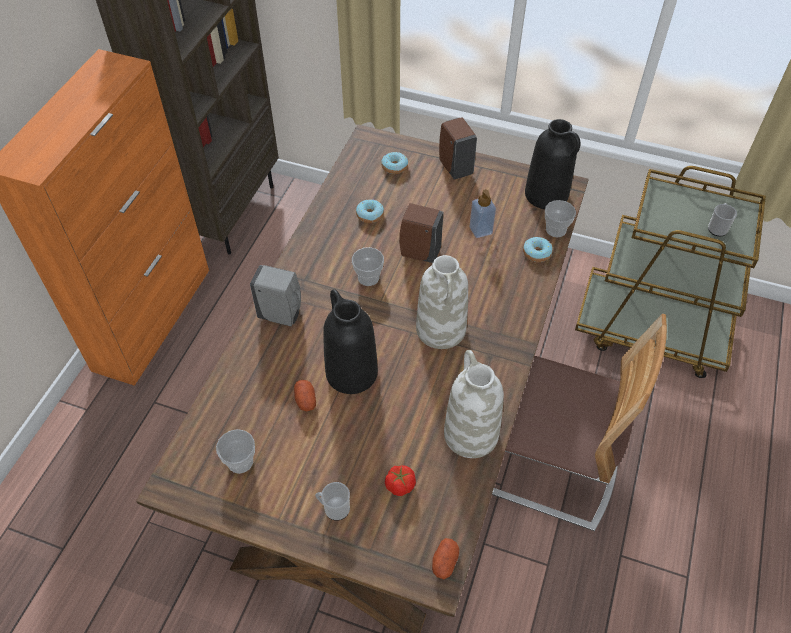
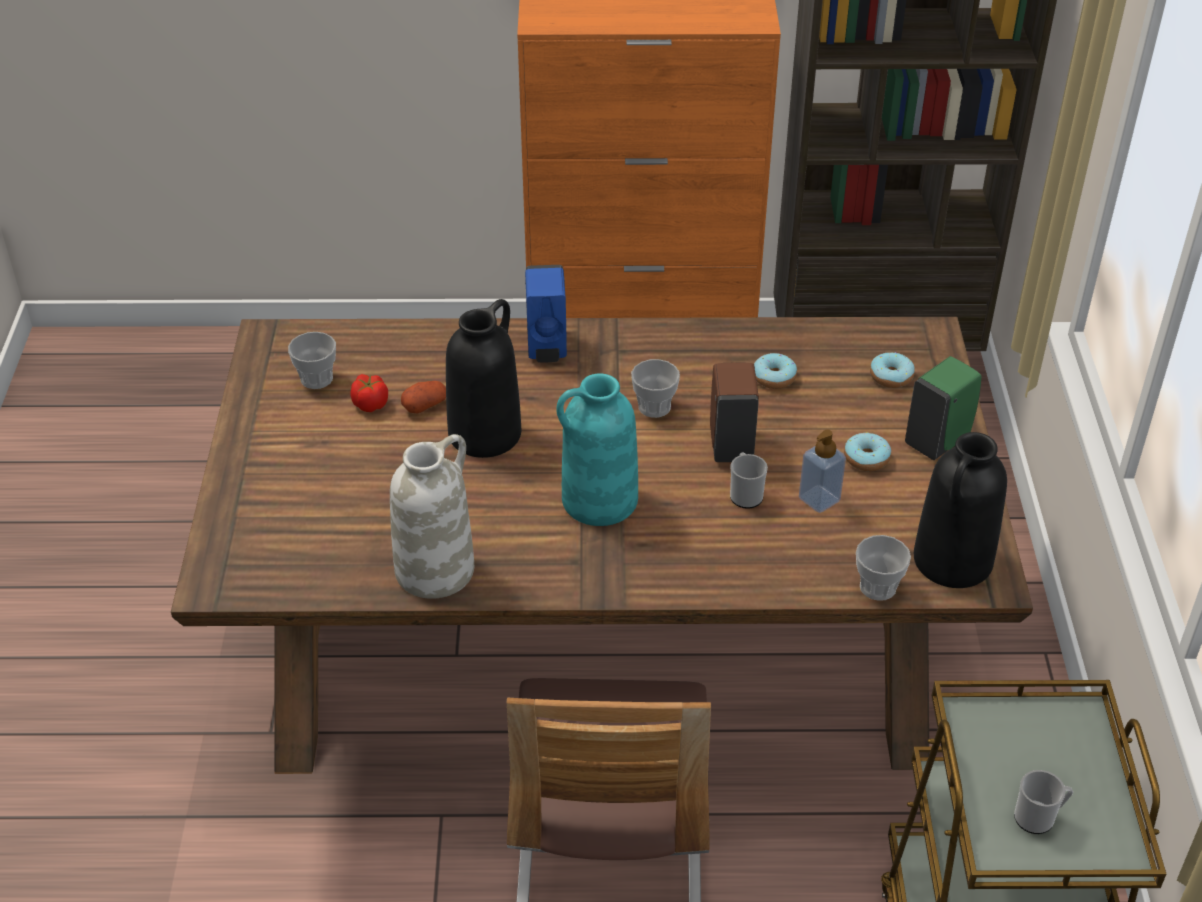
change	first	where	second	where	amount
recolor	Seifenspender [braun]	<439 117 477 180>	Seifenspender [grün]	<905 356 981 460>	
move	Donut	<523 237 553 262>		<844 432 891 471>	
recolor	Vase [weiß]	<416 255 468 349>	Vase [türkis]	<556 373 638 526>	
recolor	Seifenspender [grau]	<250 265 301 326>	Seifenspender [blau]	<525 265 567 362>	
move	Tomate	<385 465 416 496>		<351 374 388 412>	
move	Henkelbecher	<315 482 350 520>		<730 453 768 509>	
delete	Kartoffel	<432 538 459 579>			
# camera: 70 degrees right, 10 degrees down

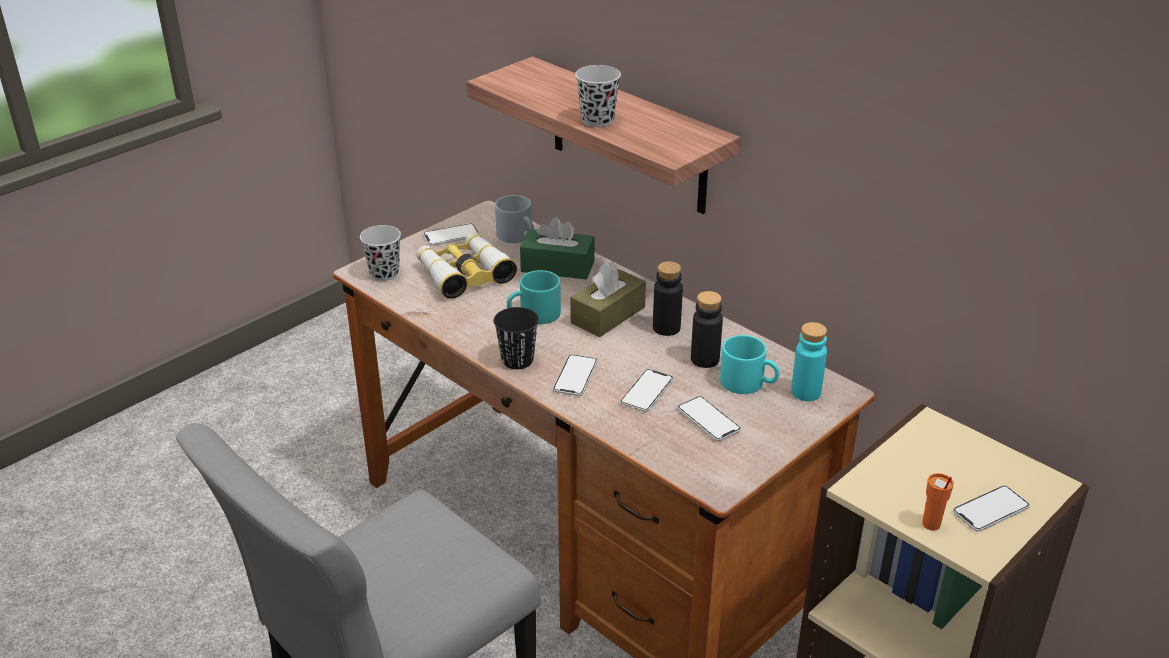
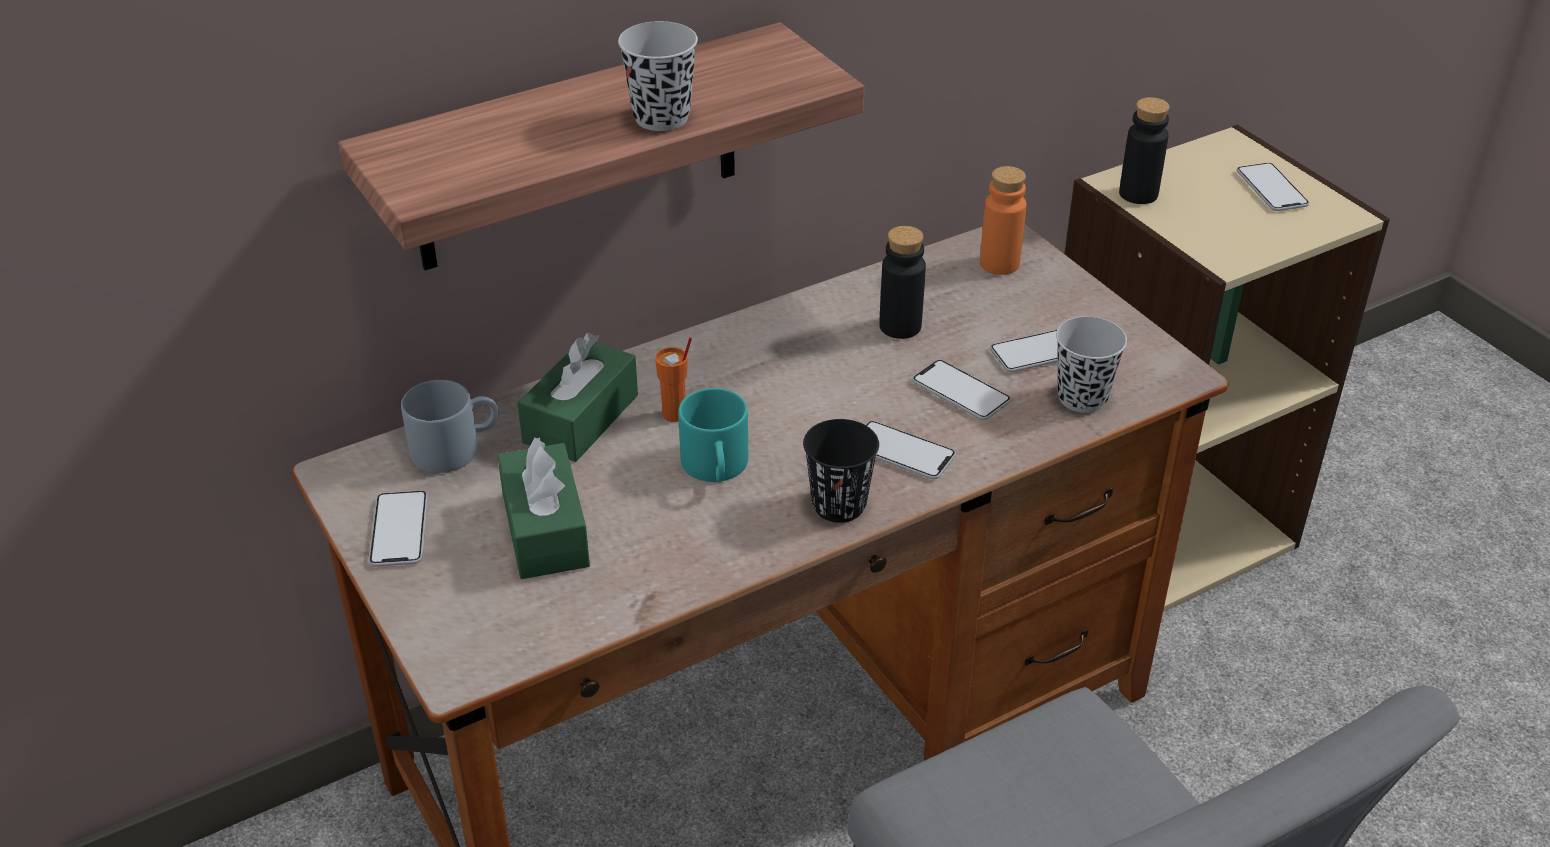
change	first	where	second	where	amount
move	Tasse [schwarz]	<360 225 401 281>		<1056 316 1127 413>	
replace	Fernglas	<417 232 517 299>	Taschentuchbox [grün]	<497 437 590 579>	
delete	Taschentuchbox [braun]	<570 261 646 337>			
move	Flasche [schwarz]	<653 261 683 336>		<1119 97 1170 204>	
recolor	Flasche [türkis]	<791 322 827 401>	Flasche [orange]	<980 166 1027 275>	
delete	Henkelbecher [türkis]	<720 335 780 394>			
move	Tasse [orange]	<922 473 954 531>		<655 337 692 422>	
# camera: 75 degrees left, 5 degrees up

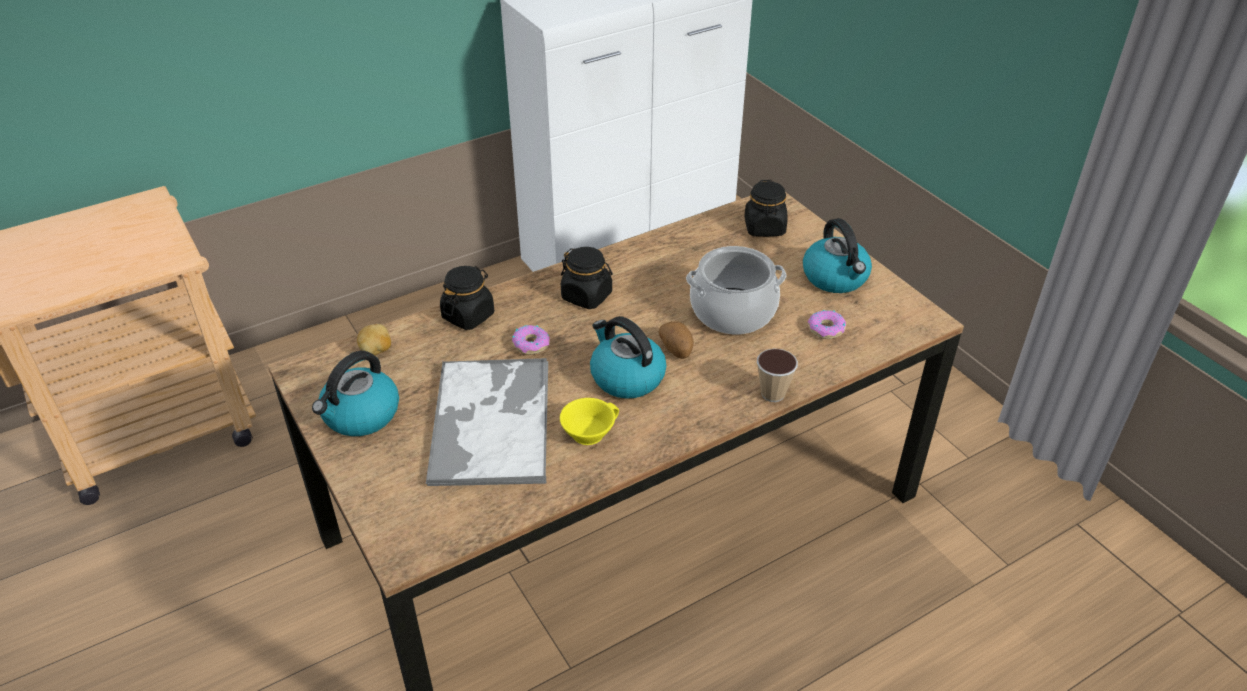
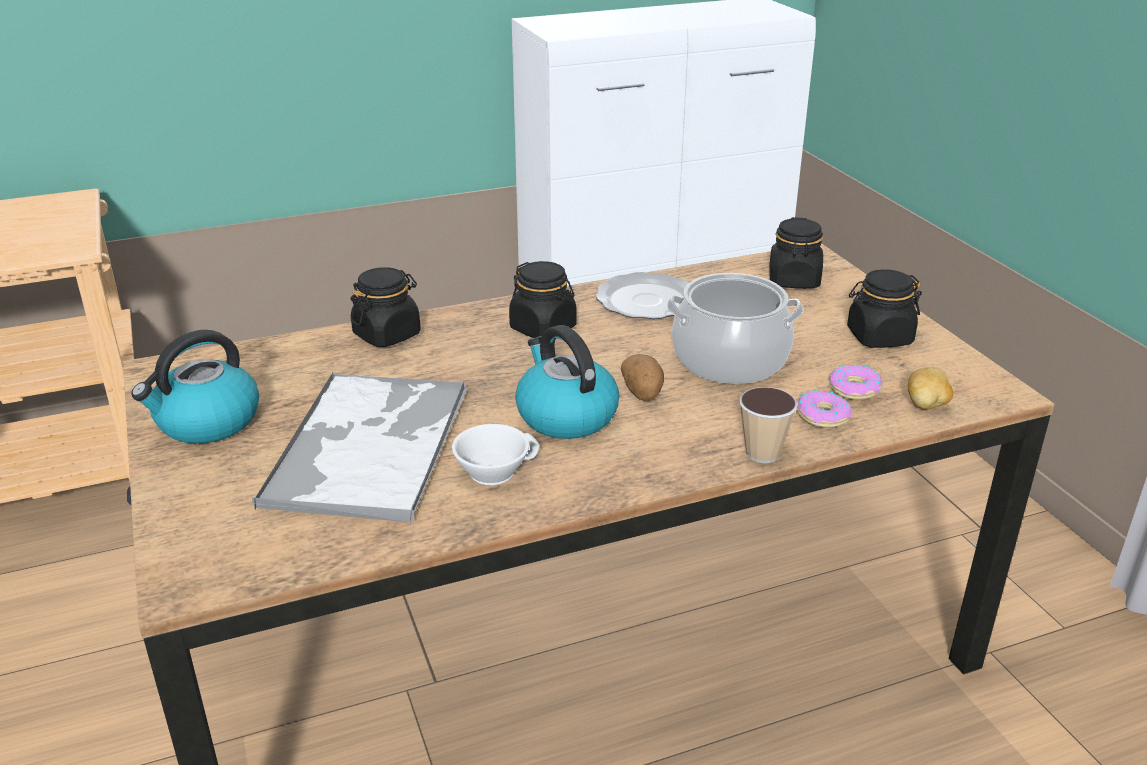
change	first	where	second	where	amount
replace	Wasserkessel	<803 218 872 293>	Vorratsglas [schwarz]	<847 269 922 348>	
move	Kartoffel	<357 324 391 355>		<908 367 953 410>	
move	Donut	<512 325 550 355>		<797 390 852 428>	
recolor	Tasse [gelb]	<560 398 619 445>	Tasse [weiß]	<452 424 539 485>	
insert			Teller	<596 272 689 319>	
# camera: 10 degrees right, 10 degrees down

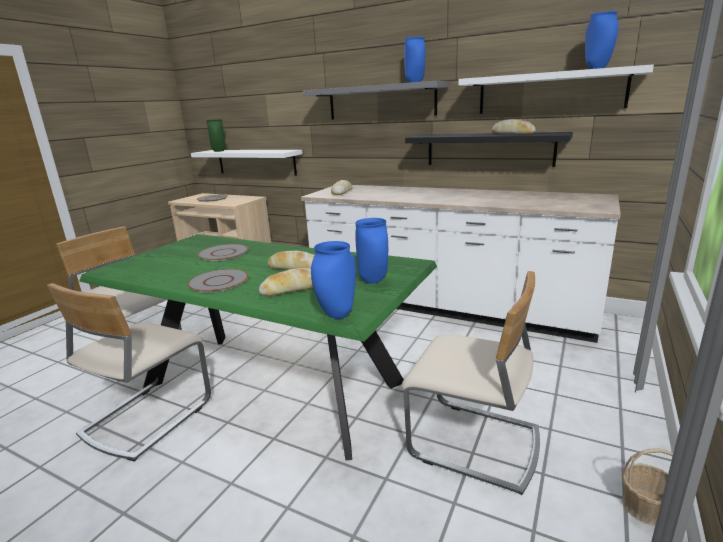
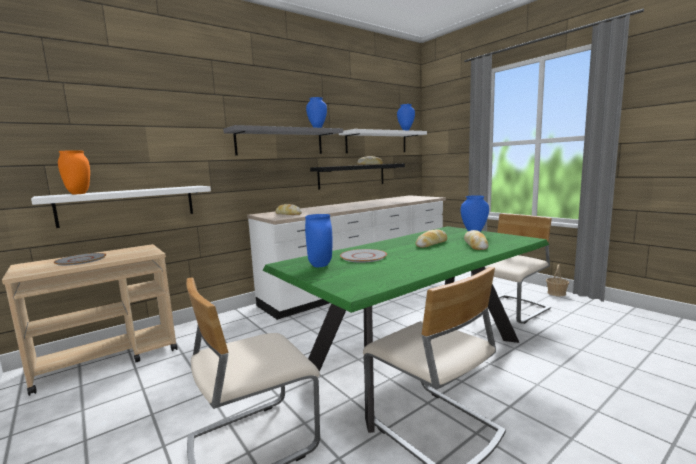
change	first	where	second	where	amount
recolor	Vase [grün]	<207 119 226 152>	Vase [orange]	<58 150 90 195>	
move	Vase [blau]	<311 241 356 319>		<305 214 332 267>	
delete	Teller [grau]	<187 269 249 293>			
# camera: 65 degrees left, 10 degrees down

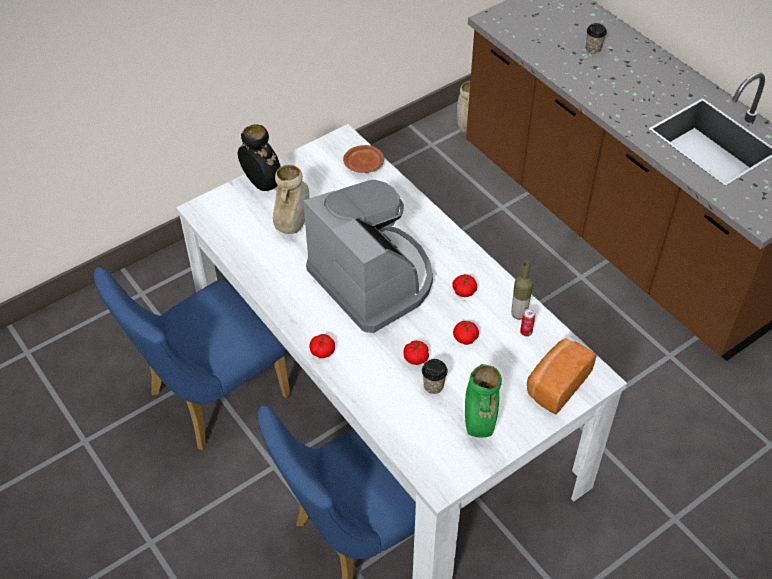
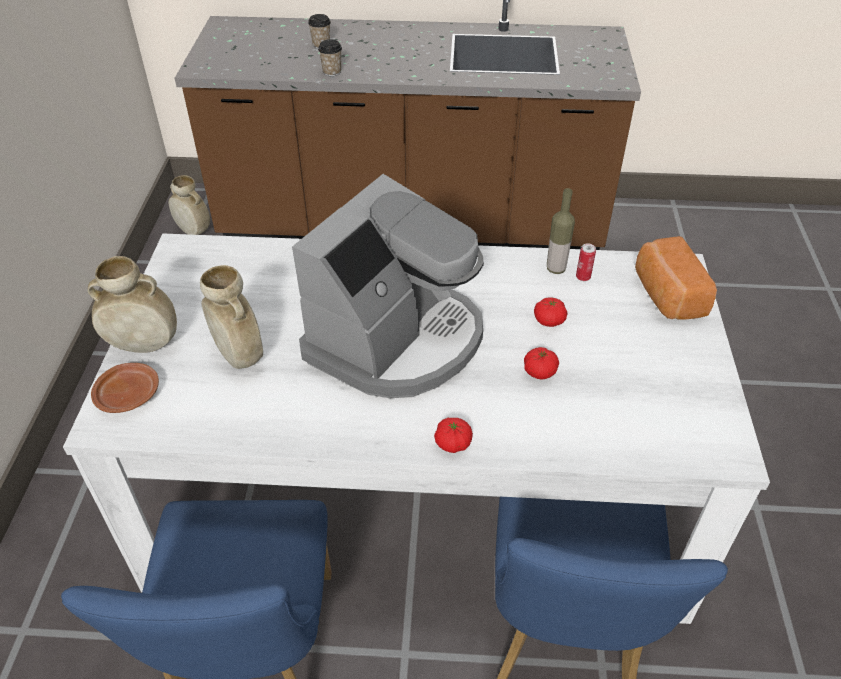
change	first	where	second	where	amount
recolor	Vase [schwarz]	<238 124 281 191>	Vase [beige]	<88 256 177 353>	
move	Teller [braun]	<343 145 384 173>		<91 363 159 413>	
rotate	Kaffeemaschine	<304 180 433 333>		<292 174 484 398>	120 degrees clockwise
delete	Tomate	<452 275 477 297>			
move	Tasse	<422 359 448 394>		<318 39 342 76>	
delete	Vase [grün]	<465 364 502 438>			
# camera: 50 degrees left, 5 degrees down

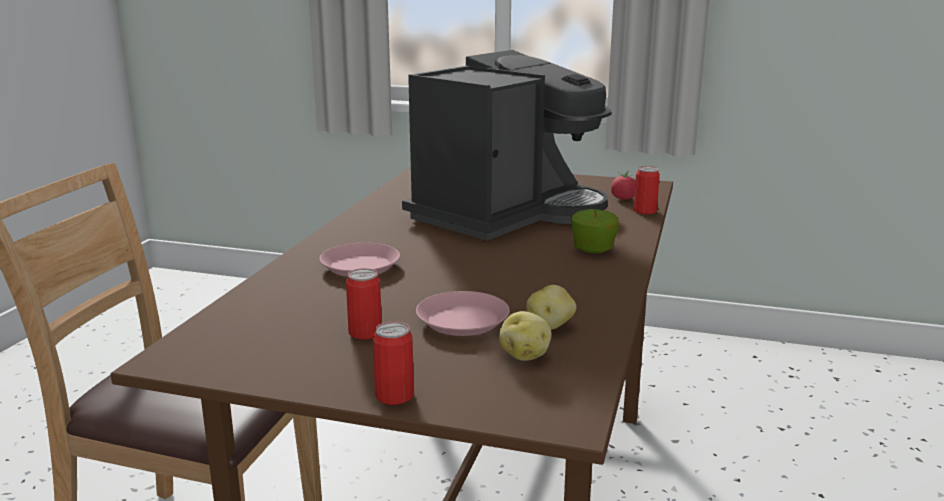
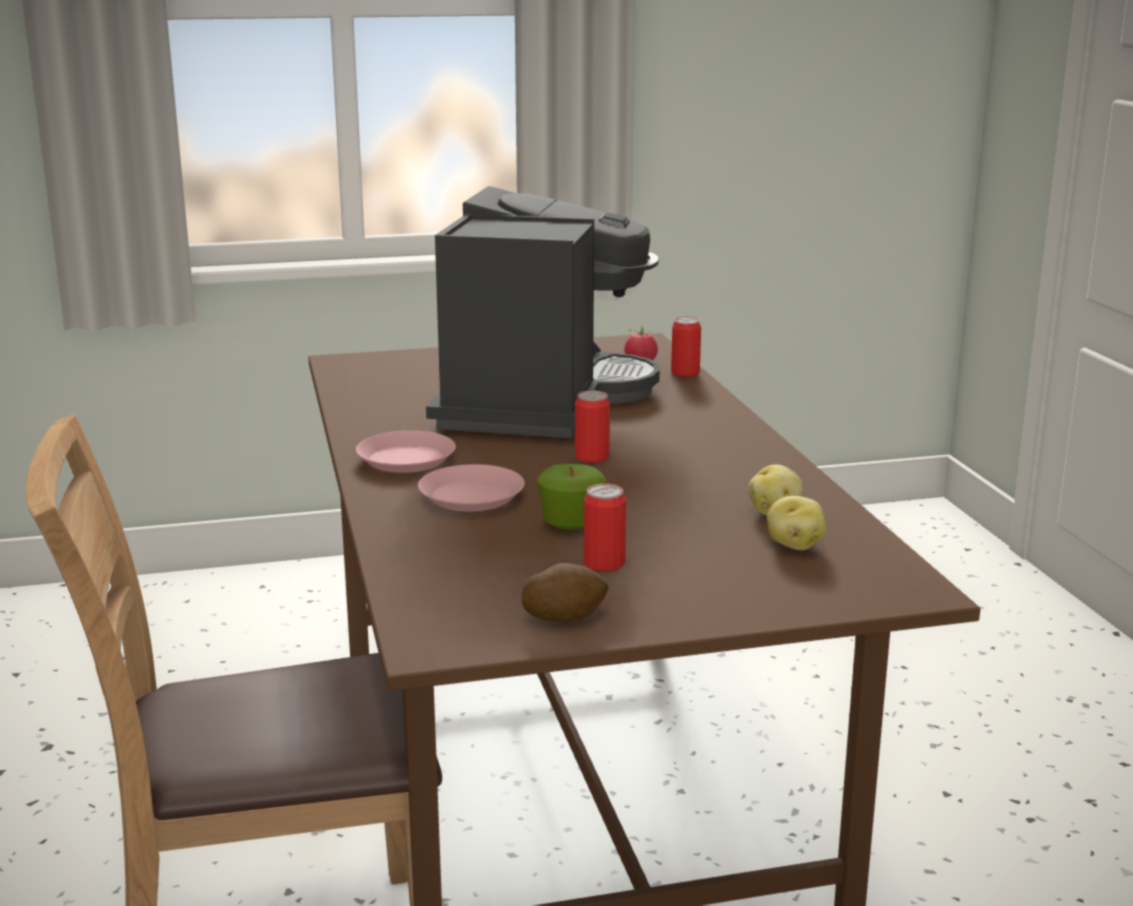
change	first	where	second	where	amount
move	Apfel	<571 209 619 253>		<537 464 606 530>	
move	Teller [rosa]	<416 291 510 336>		<356 431 456 473>	
move	Dose	<373 321 414 405>		<575 390 610 463>	
insert			Kartoffel	<521 563 609 621>	
# camera: 30 degrees left, 0 degrees up

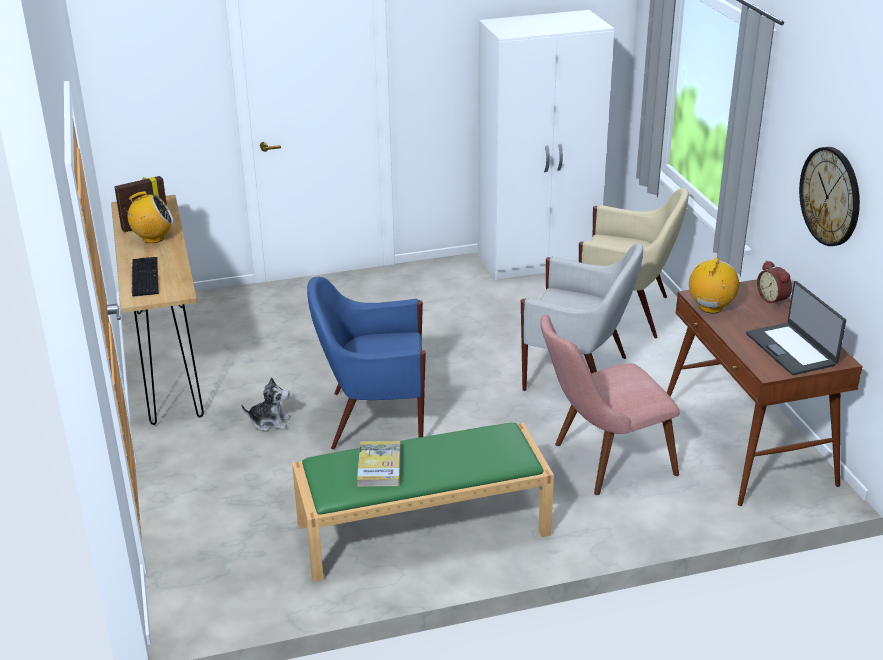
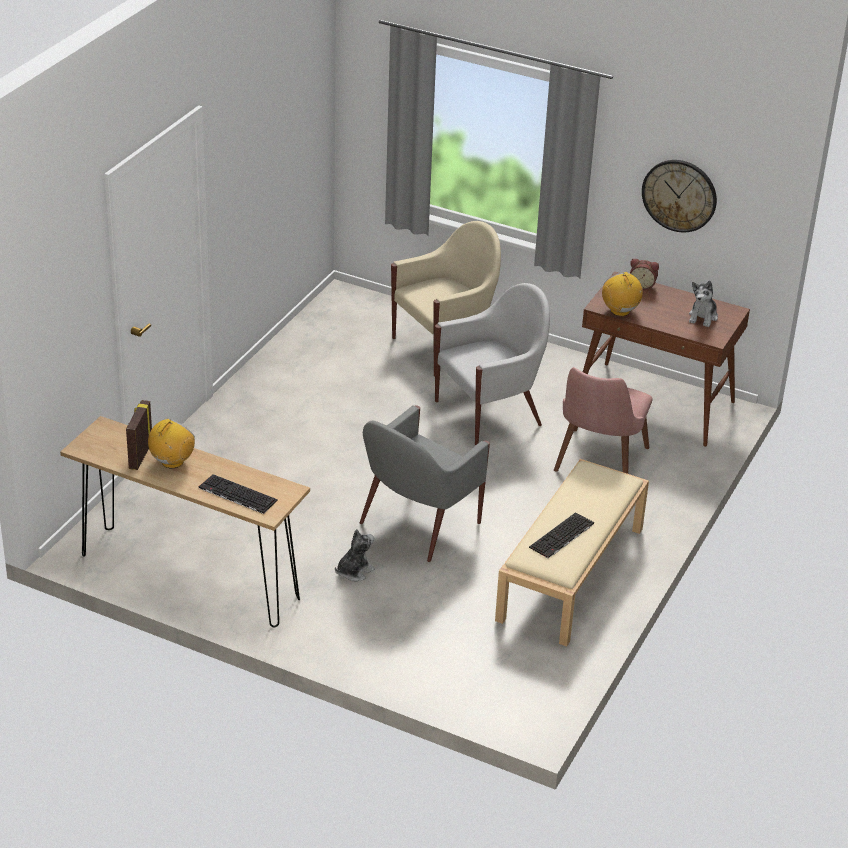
change	first	where	second	where	amount
delete	Kleiderschrank [weiß]	<478 10 614 281>			
recolor	Sessel [blau]	<307 276 426 449>	Sessel [grau]	<360 405 490 562>	
replace	Laptop	<746 281 846 375>	Plüschtier	<689 281 718 327>	
recolor	Bank [grün]	<292 423 554 582>	Bank [beige]	<495 459 649 647>	
replace	Buch	<357 441 401 487>	Tastatur	<529 513 594 558>	
# camera: 50 degrees left, 5 degrees up

